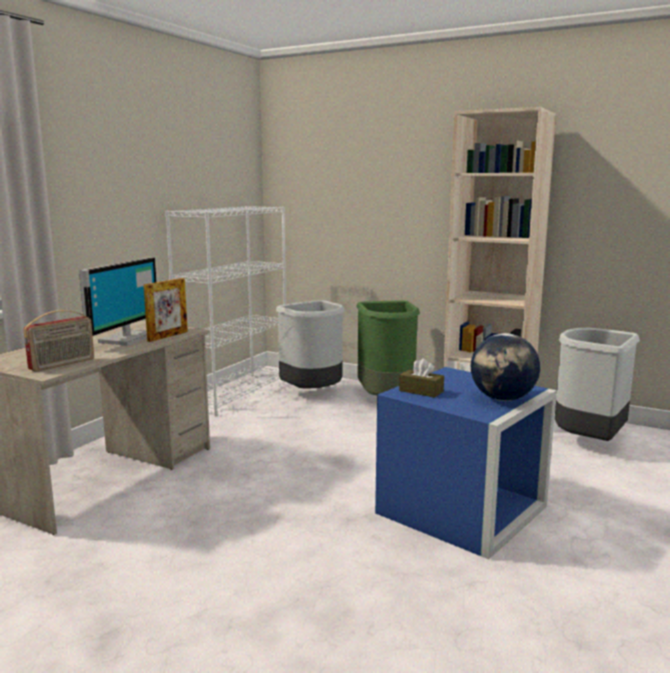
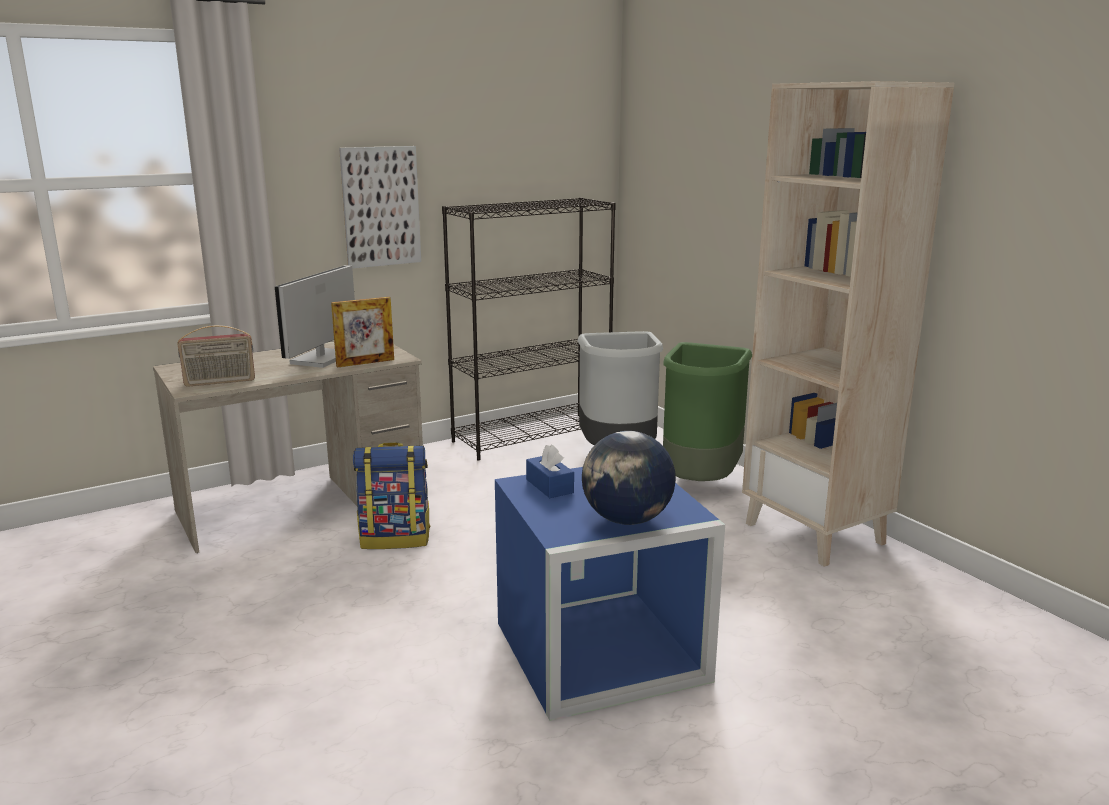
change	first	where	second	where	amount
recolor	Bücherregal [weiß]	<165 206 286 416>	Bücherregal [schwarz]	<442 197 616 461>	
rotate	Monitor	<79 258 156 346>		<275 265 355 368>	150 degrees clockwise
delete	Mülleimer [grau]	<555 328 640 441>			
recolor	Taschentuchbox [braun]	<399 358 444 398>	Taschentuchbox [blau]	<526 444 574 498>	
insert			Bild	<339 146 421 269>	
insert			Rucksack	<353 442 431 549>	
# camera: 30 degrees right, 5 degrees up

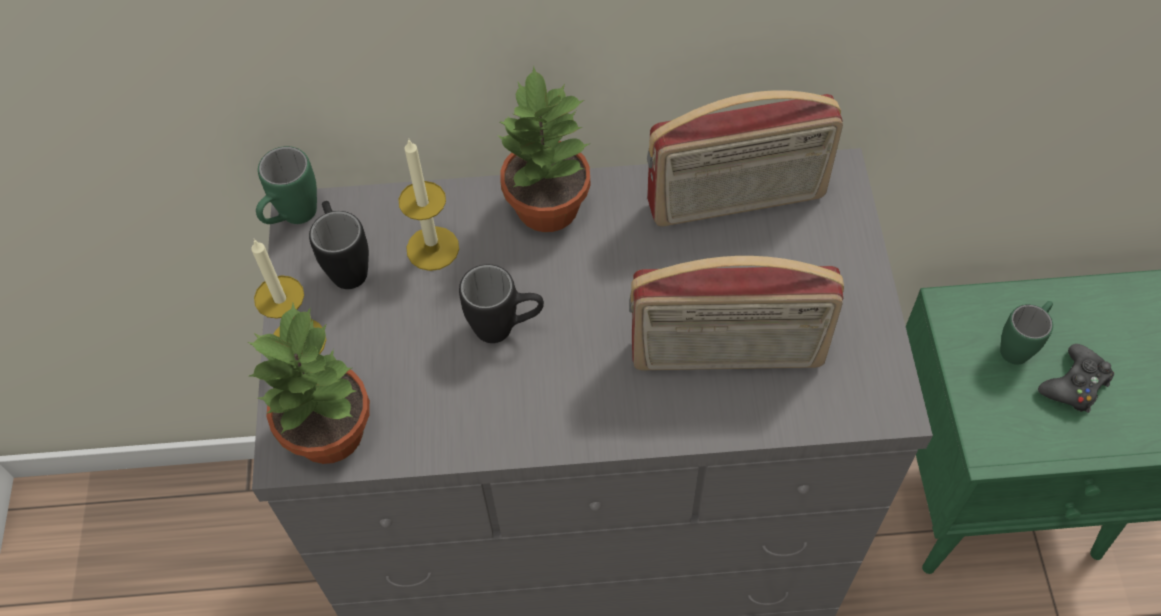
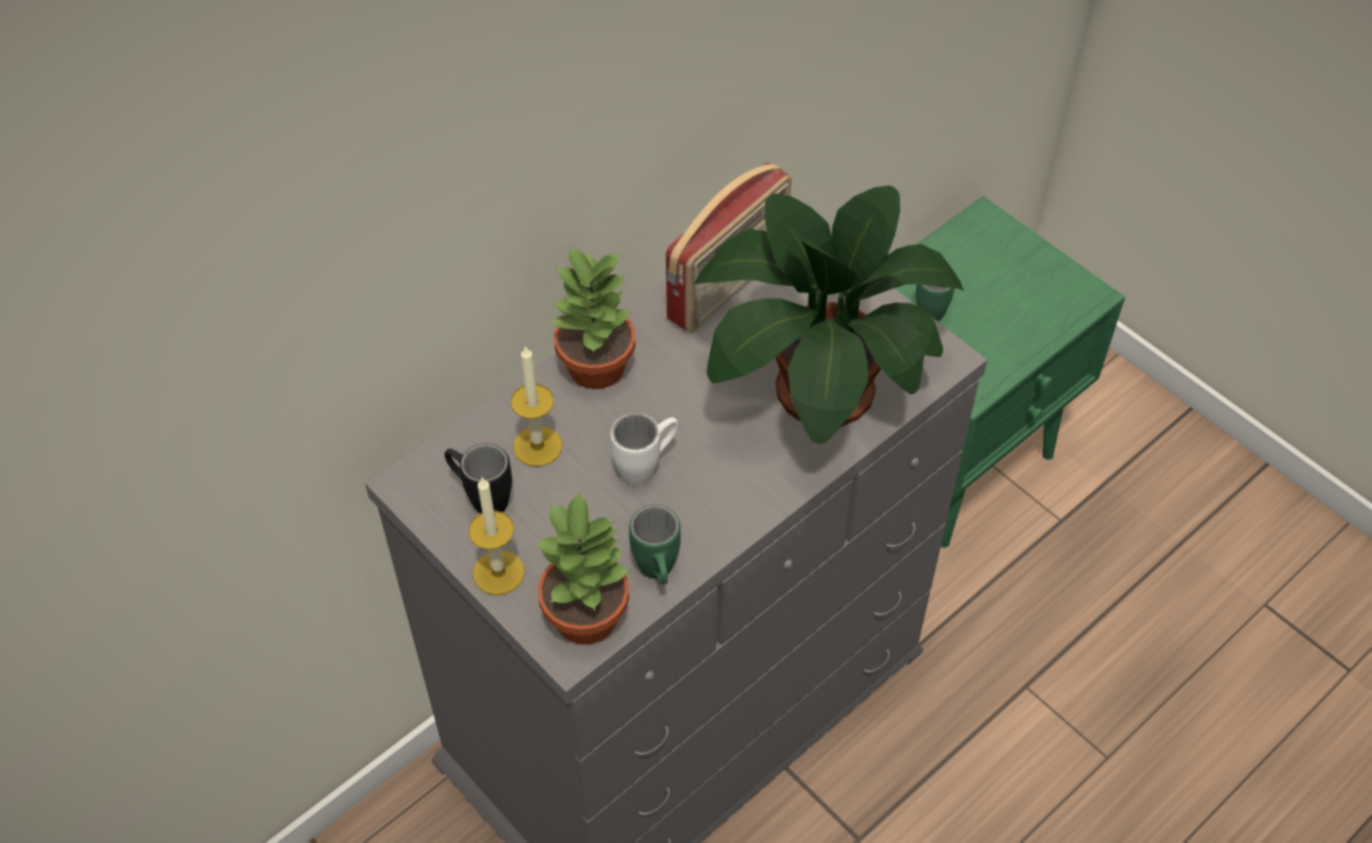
change	first	where	second	where	amount
move	Henkelbecher [grün]	<256 146 317 224>		<629 505 681 585>	
replace	Radio	<629 256 844 370>	Topfpflanze	<693 185 964 444>	
recolor	Henkelbecher [schwarz]	<459 264 544 343>	Henkelbecher [weiß]	<611 413 678 486>	
delete	Gamepad [schwarz]	<1038 344 1114 413>			
# camera: 40 degrees left, 5 degrees down

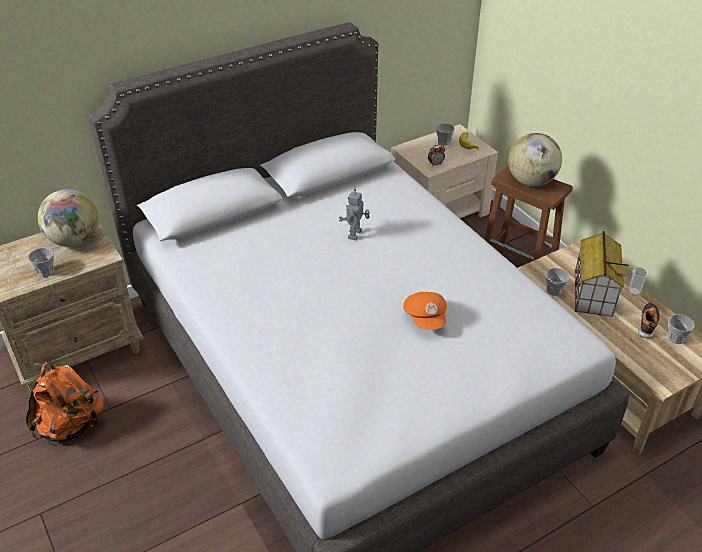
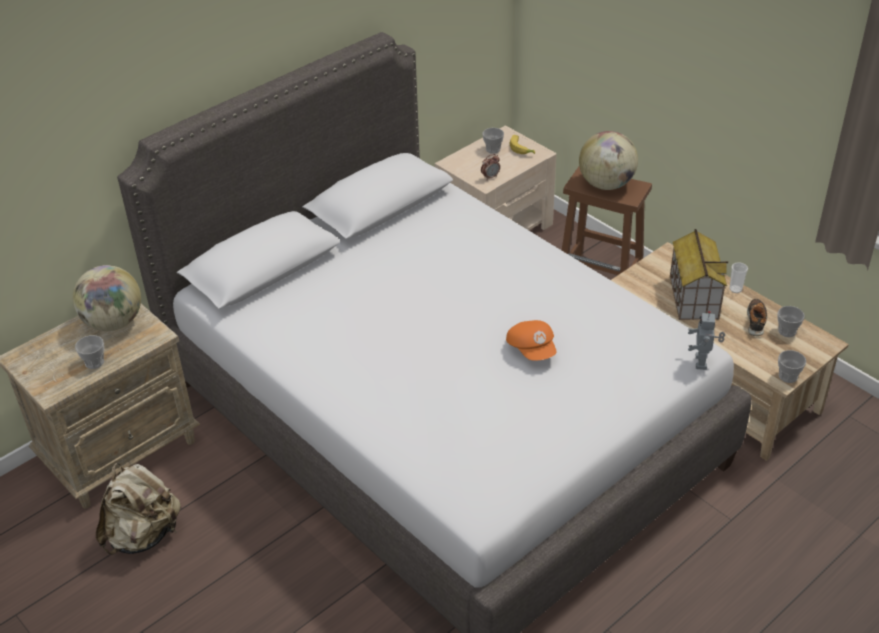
change	first	where	second	where	amount
move	Spielzeugroboter	<339 189 370 240>		<688 311 725 370>	
move	Tasse	<546 268 569 296>		<778 350 806 383>	
recolor	Rucksack [orange]	<26 361 104 442>	Rucksack [beige]	<96 463 181 555>	
# camera: 10 degrees left, 0 degrees up

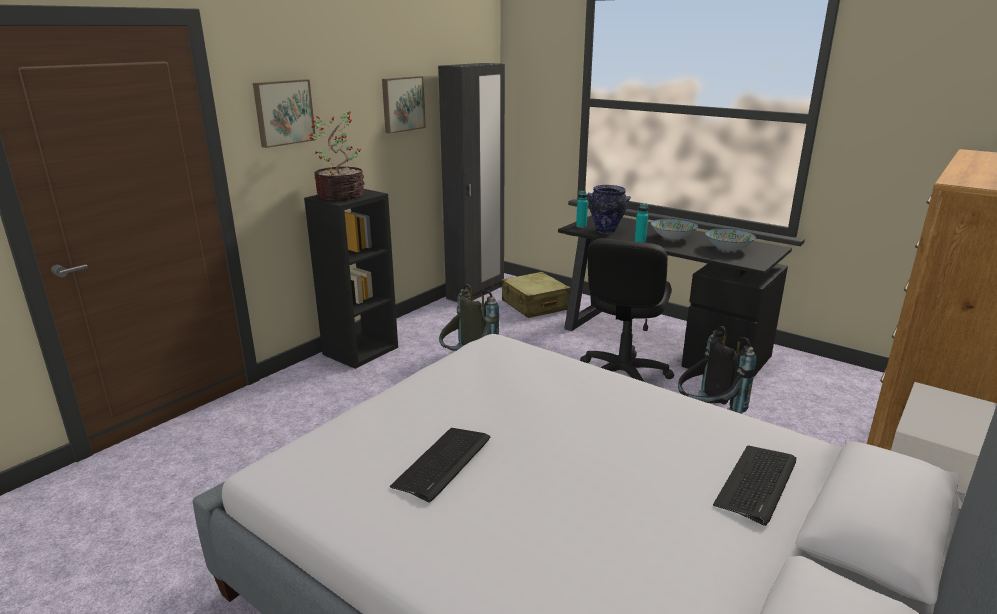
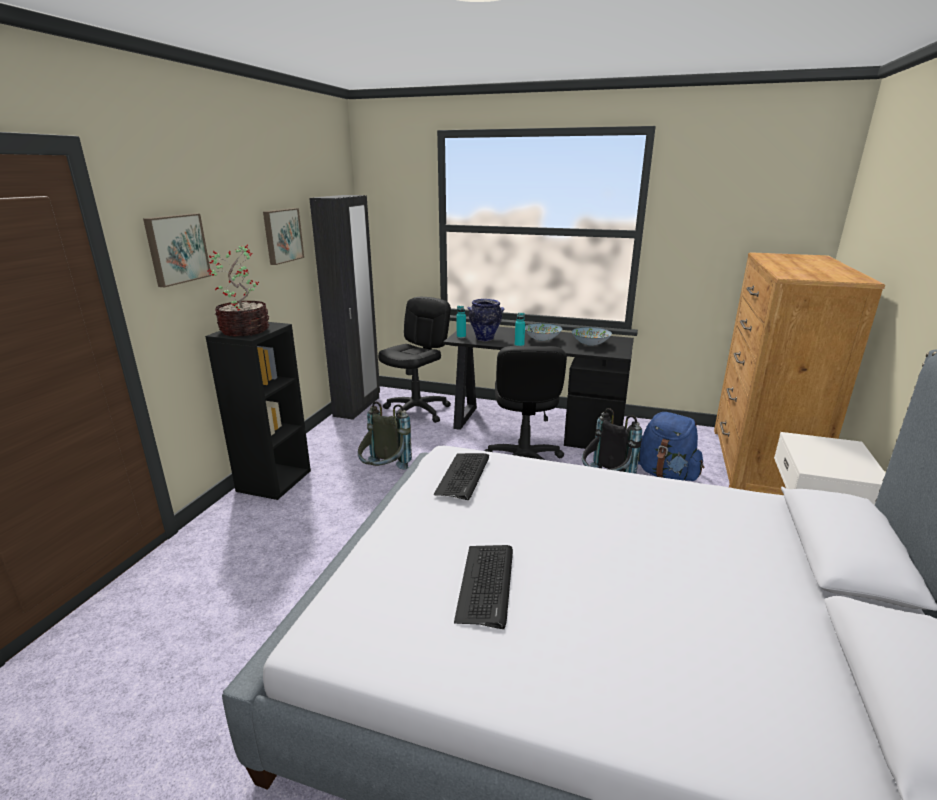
change	first	where	second	where	amount
replace	Koffer [beige]	<502 272 571 318>	Bürostuhl [schwarz]	<378 297 451 423>	
move	Tastatur	<713 445 796 526>		<434 453 489 500>	
insert			Rucksack [blau]	<638 412 704 481>	
# camera: 20 degrees left, 0 degrees up

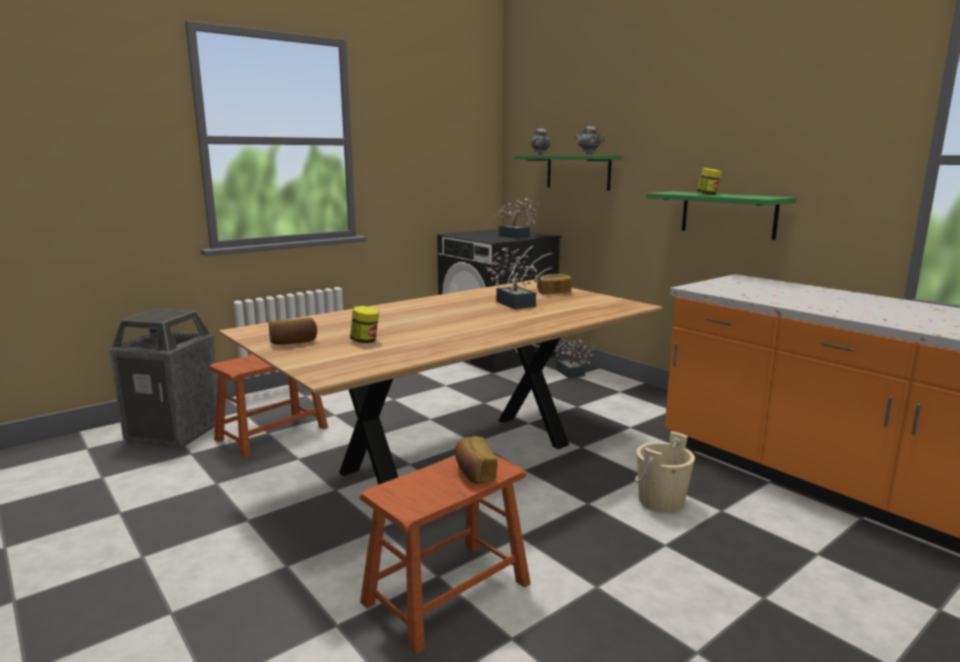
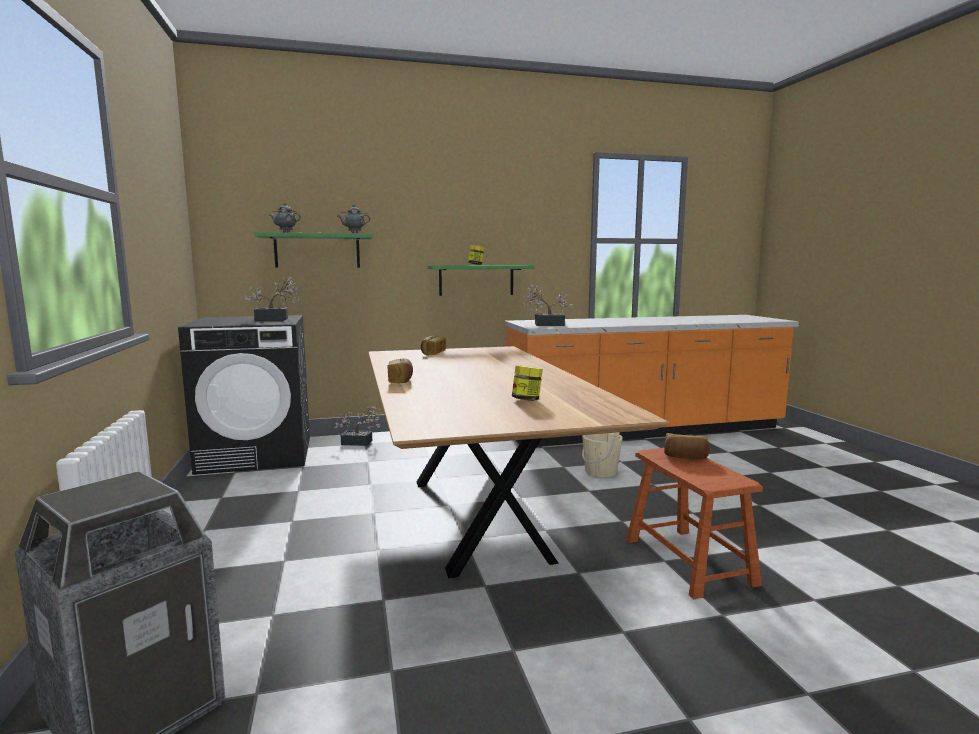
change	first	where	second	where	amount
move	Topfpflanze	<485 247 544 309>		<523 285 572 326>	
move	Brot	<269 317 317 345>		<388 358 413 383>	
delete	Hocker [braun]	<208 355 328 458>			
# camera: 65 degrees left, 5 degrees down

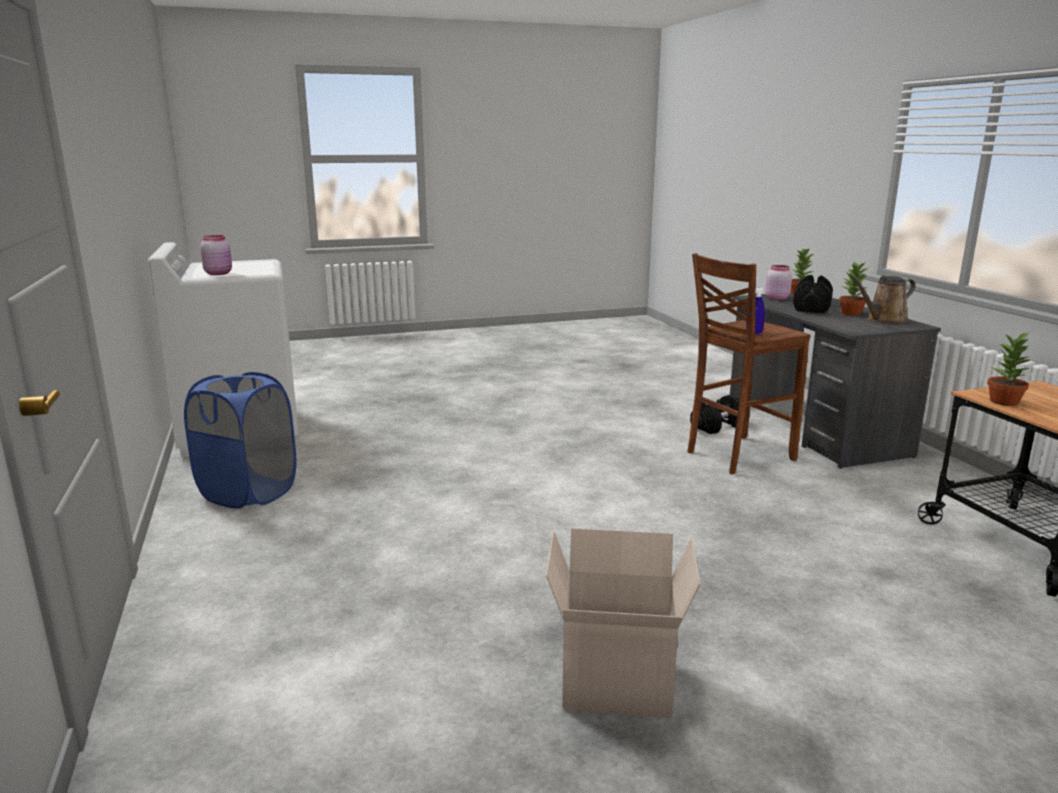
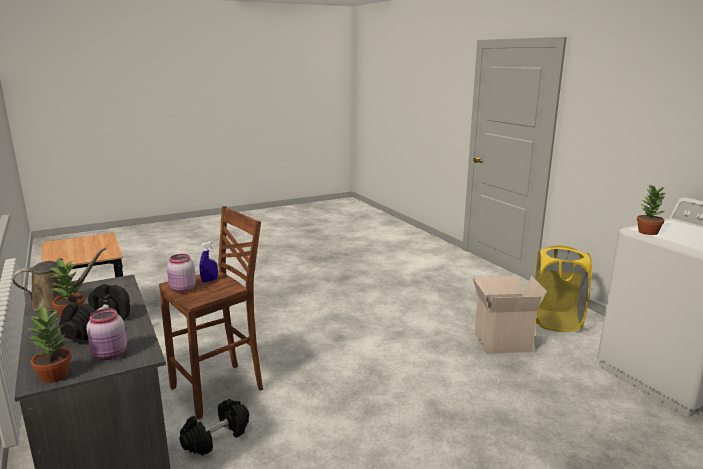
change	first	where	second	where	amount
move	Vorratsglas [rosa]	<200 235 232 275>		<167 254 196 293>	
move	Topfpflanze	<987 332 1031 406>		<637 184 665 235>	
recolor	Wäschekorb [blau]	<184 372 297 509>	Wäschekorb [gelb]	<534 245 592 332>	
move	Karton	<546 528 700 718>		<472 275 547 354>	
# camera: 170 degrees right, 0 degrees up

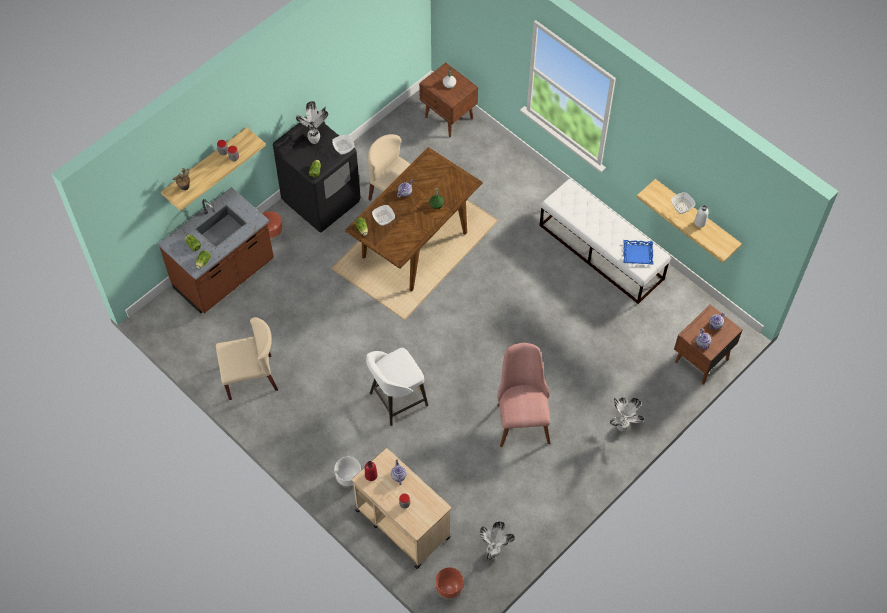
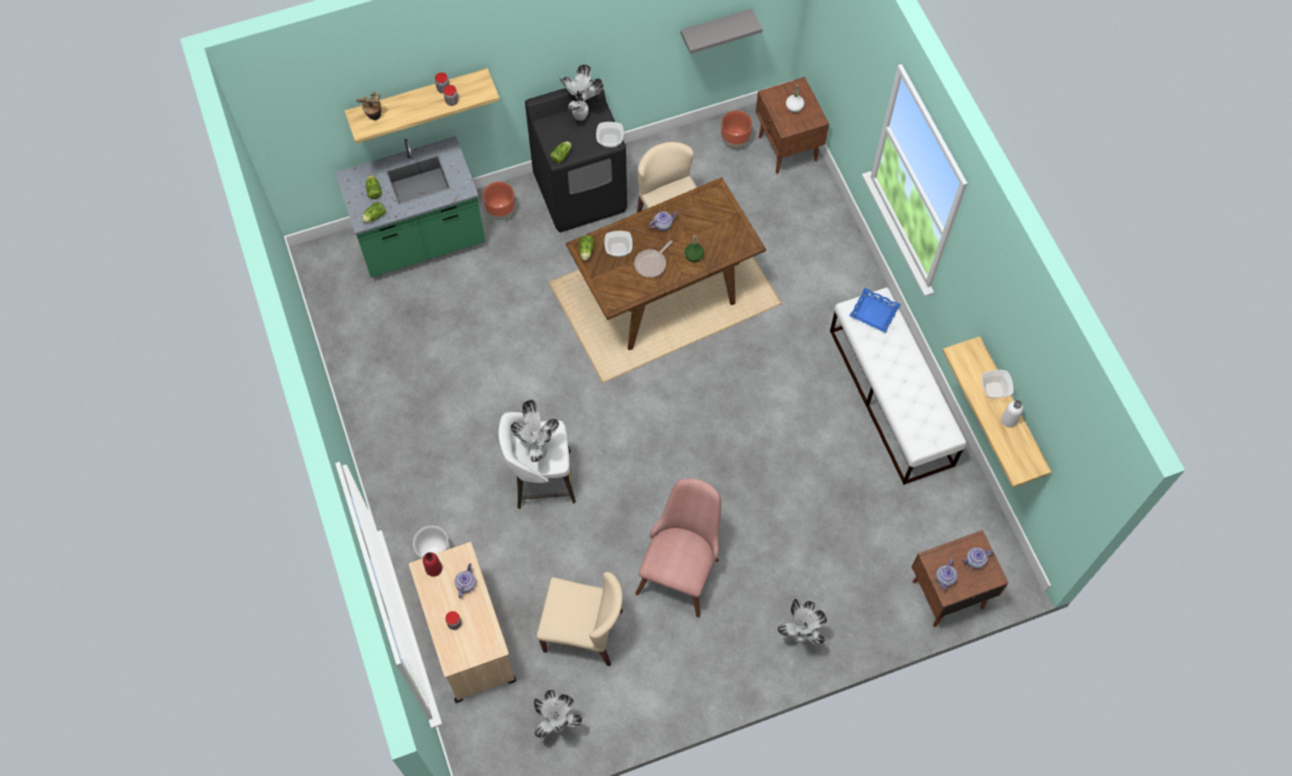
change	first	where	second	where	amount
recolor	Küchenzeile [braun]	<158 187 274 314>	Küchenzeile [grün]	<335 136 485 277>	
move	Tablett [blau]	<623 240 653 264>		<849 288 901 333>	
move	Stuhl [beige]	<216 317 278 400>		<536 572 623 666>	
move	Pflanzkübel [braun]	<436 567 463 600>		<721 111 752 148>	
insert			Wandregal [grau]	<680 9 763 54>	
insert			Pfanne	<634 240 672 278>	
insert			Topfpflanze	<510 400 559 462>	
# camera: 25 degrees right, 5 degrees up

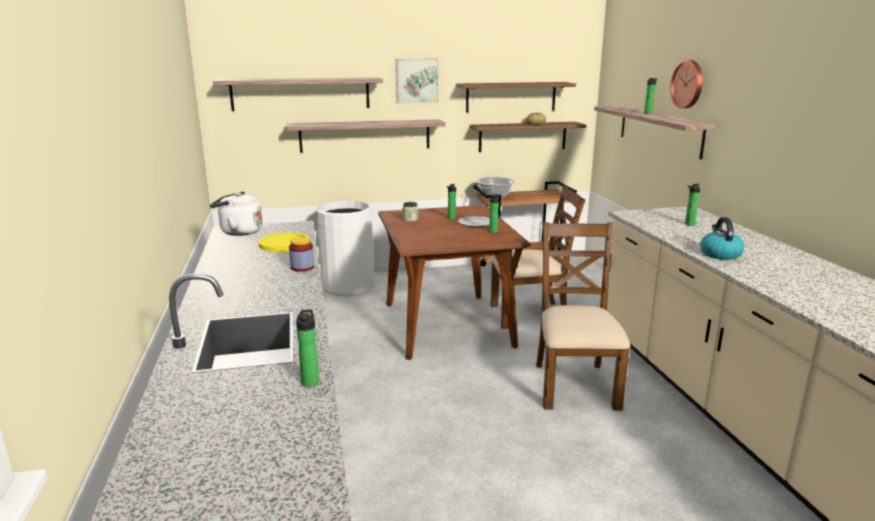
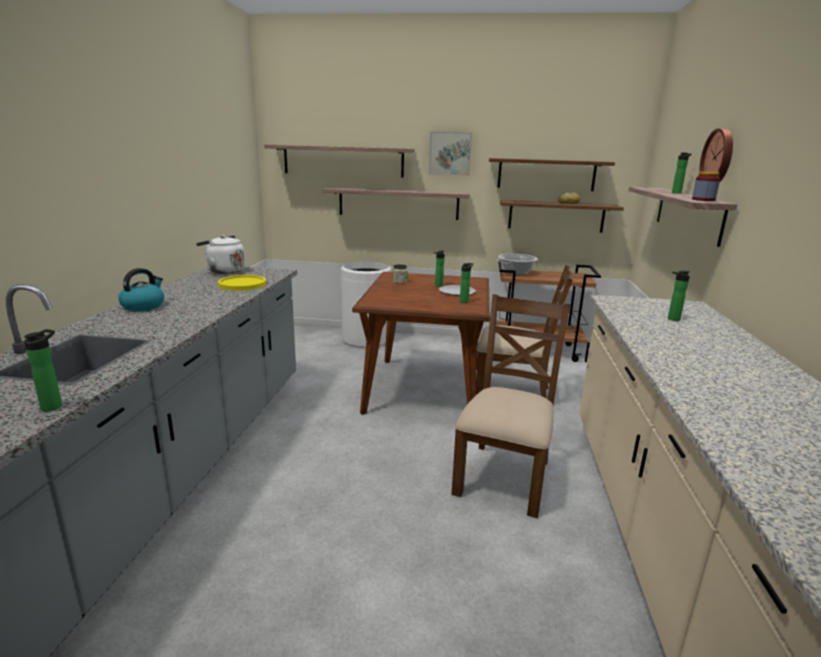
change	first	where	second	where	amount
move	Wasserkessel	<700 217 744 260>		<119 268 164 311>	
move	Vorratsglas	<289 237 314 272>		<692 172 720 201>	
# camera: 20 degrees right, 0 degrees up

